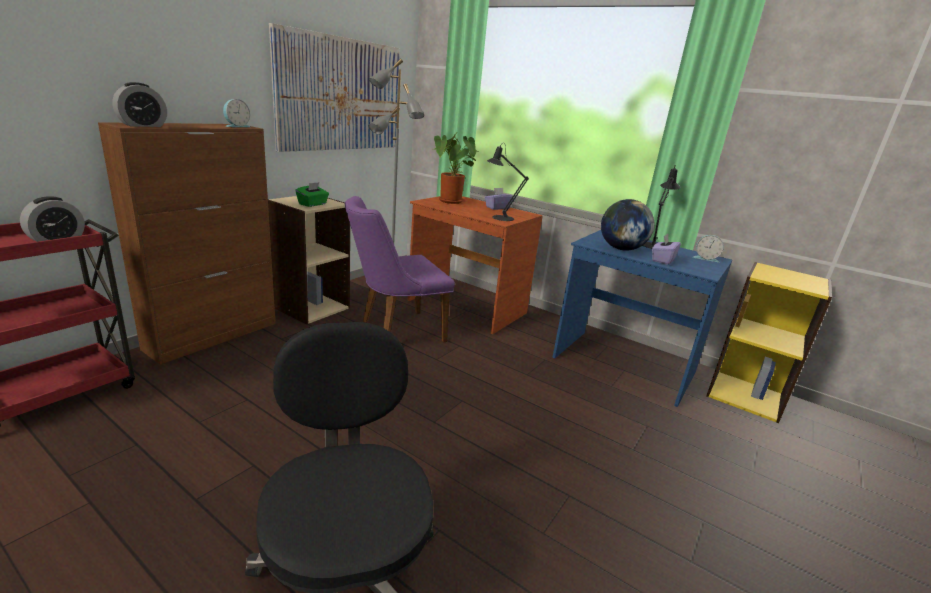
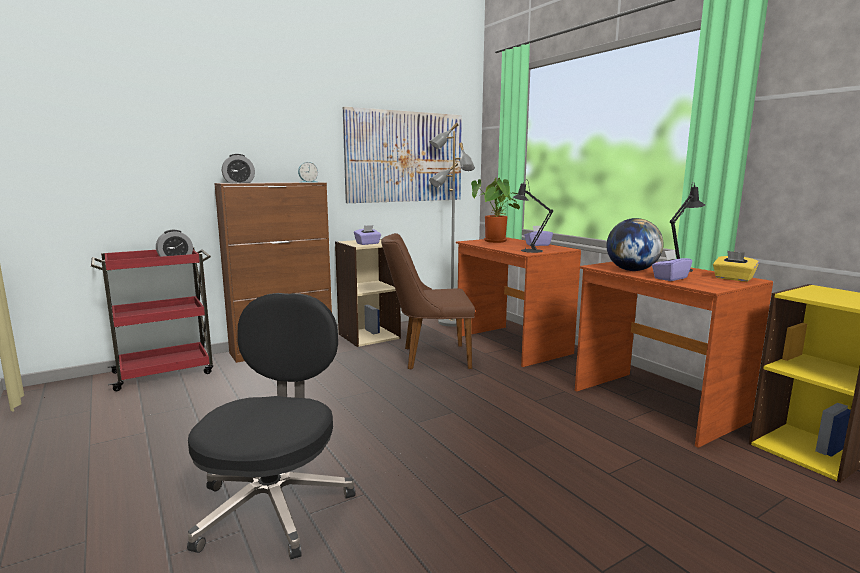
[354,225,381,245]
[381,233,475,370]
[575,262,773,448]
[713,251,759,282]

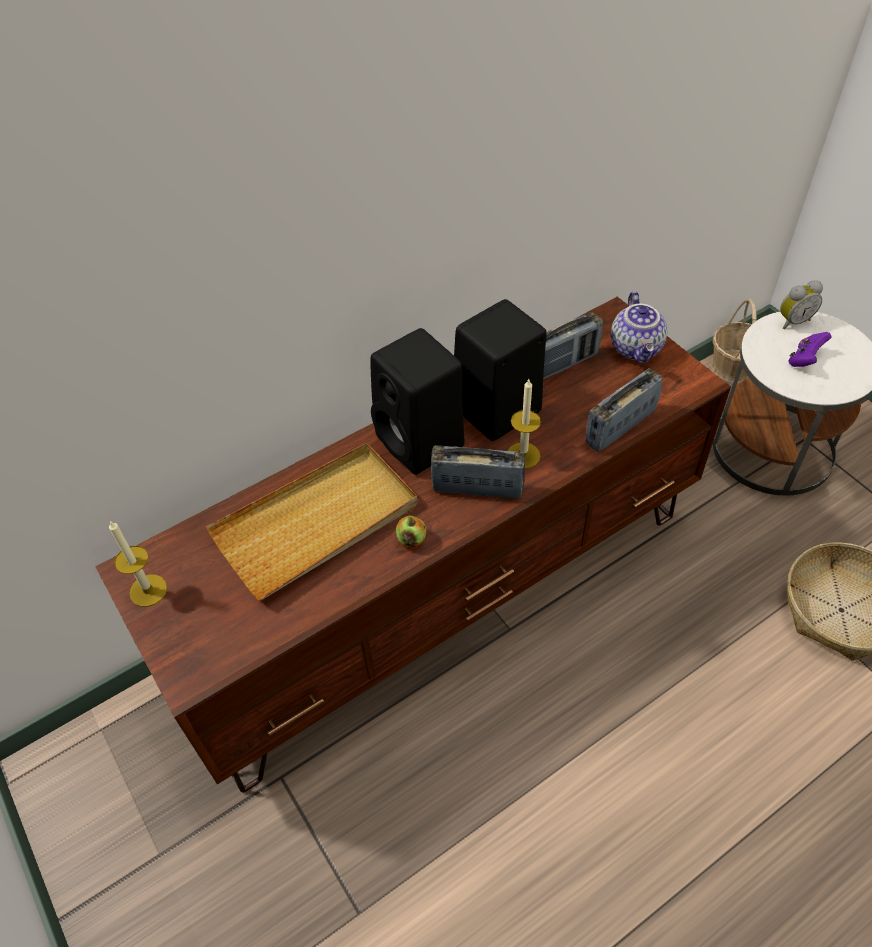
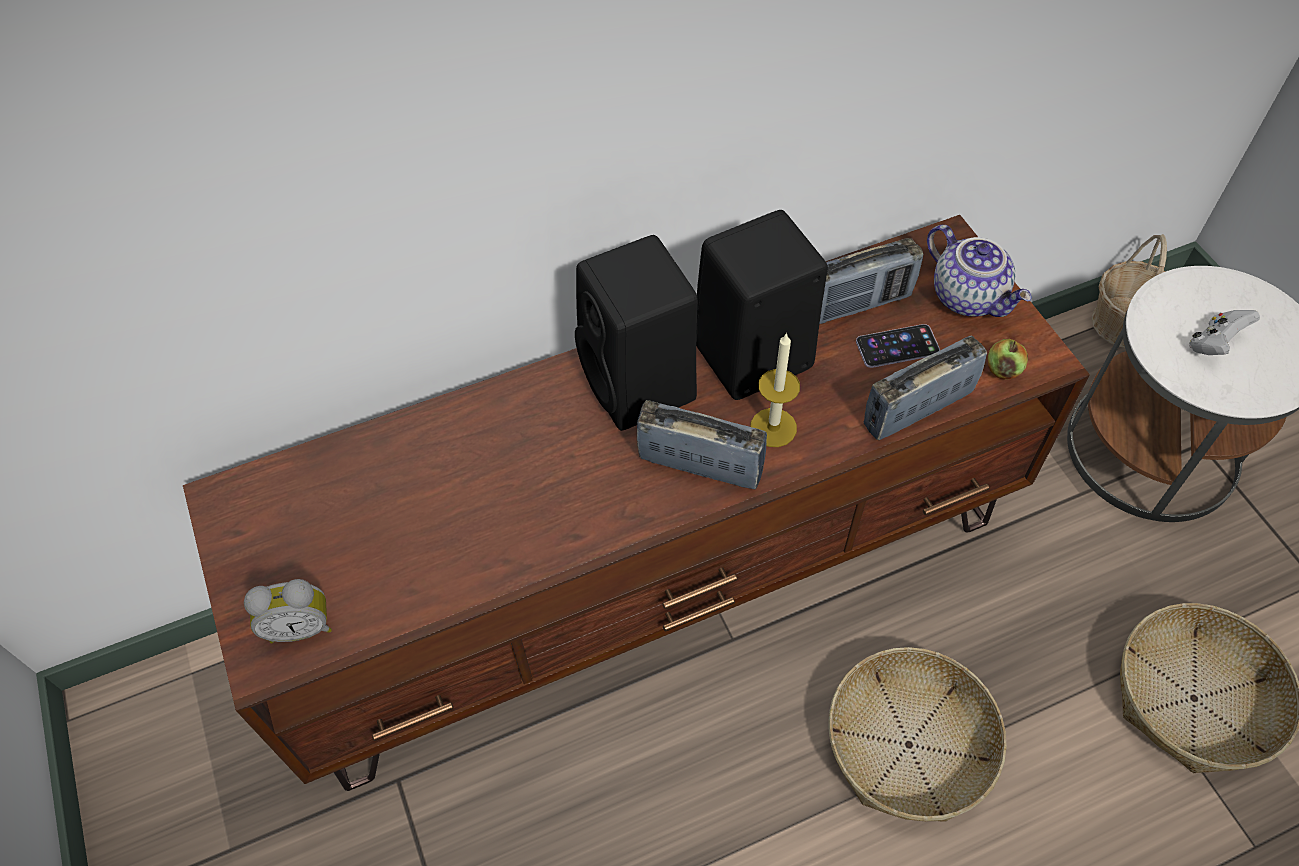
[244,579,332,644]
[927,225,1032,317]
[1189,310,1260,355]
[206,443,418,601] (first image)
[987,339,1028,380]
[109,521,167,607] (first image)
[856,324,940,368]
[828,647,1007,822]

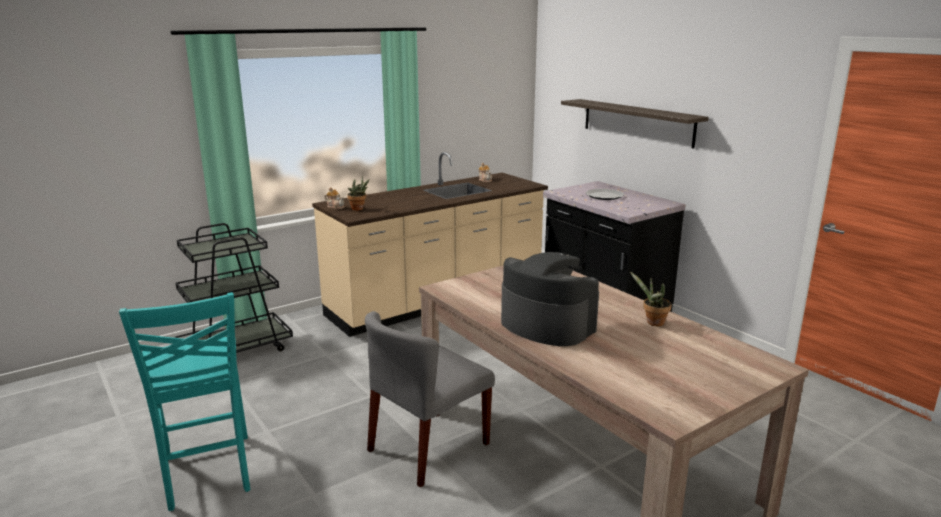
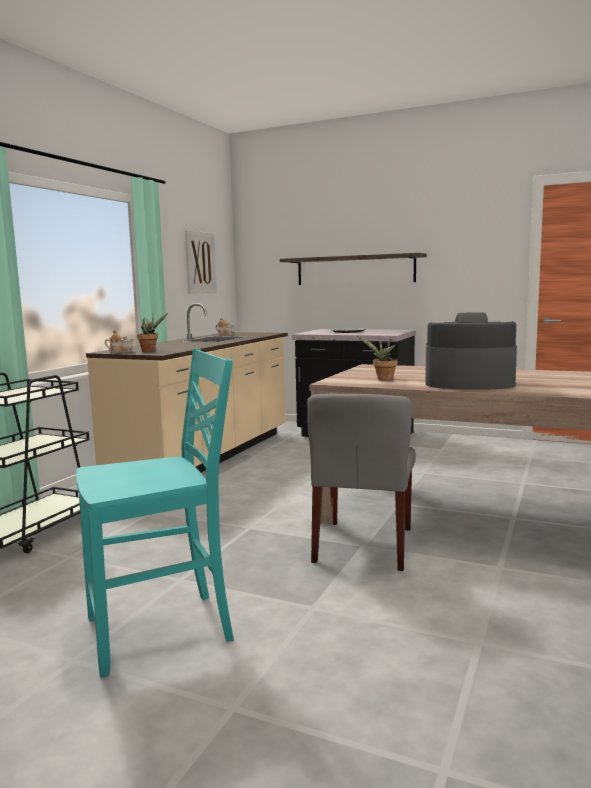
[358,336,397,381]
[76,348,233,678]
[185,230,217,294]

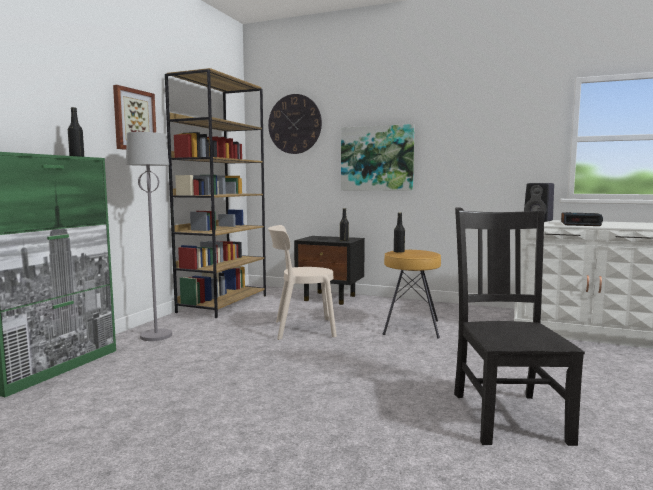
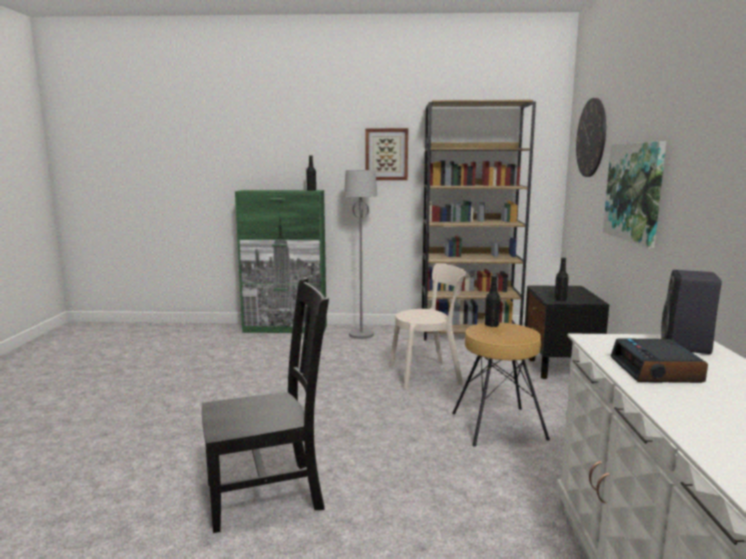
[389,263,467,390]

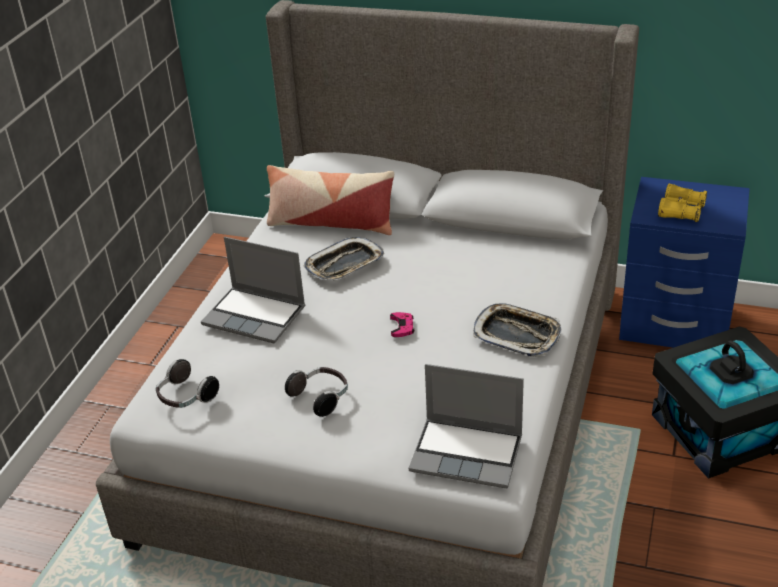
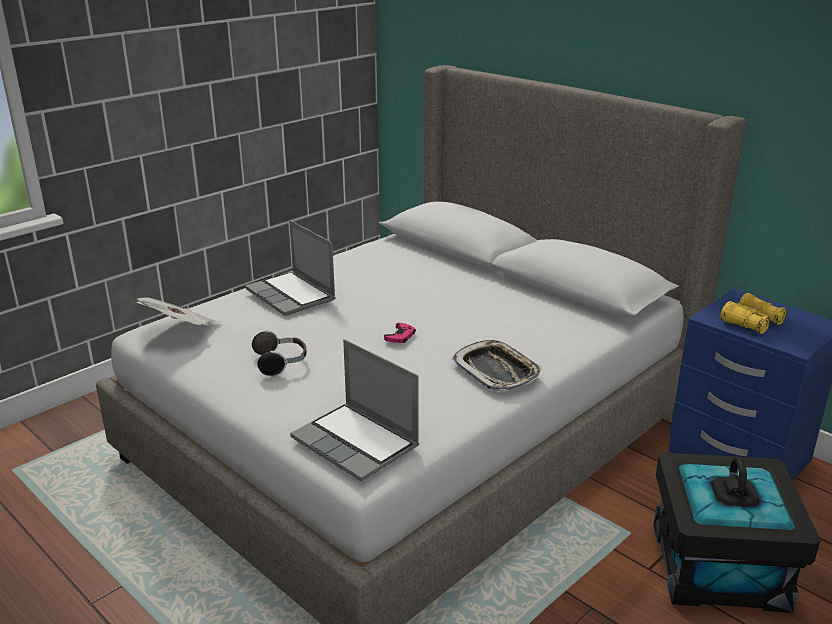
[267,165,394,235] (first image)
[304,237,384,280] (first image)
[136,297,221,326]

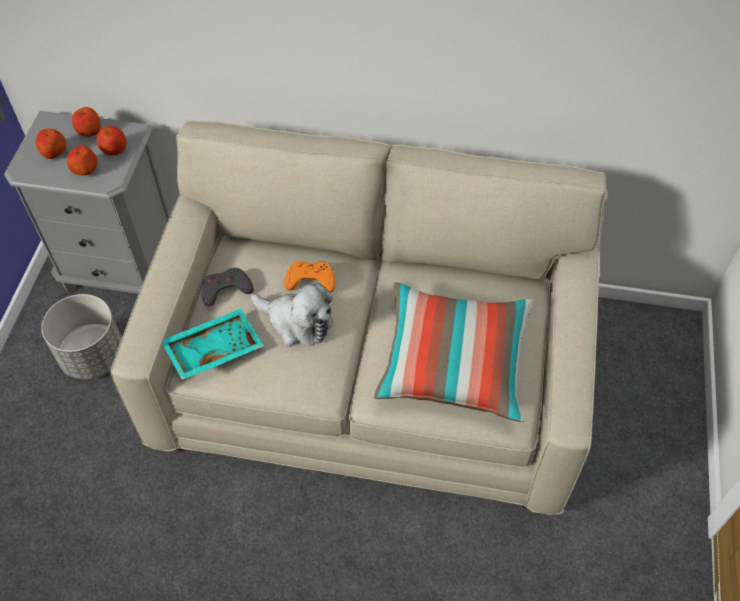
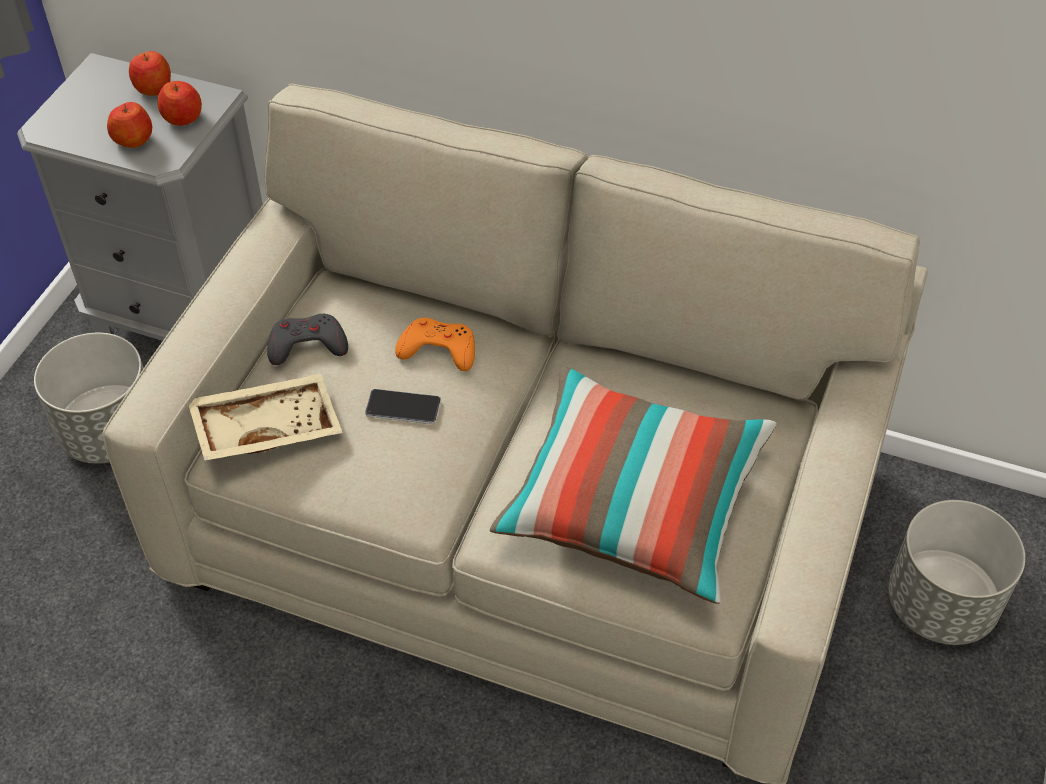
[36,129,67,159] (first image)
[365,389,441,424]
[189,374,343,461]
[888,500,1025,645]

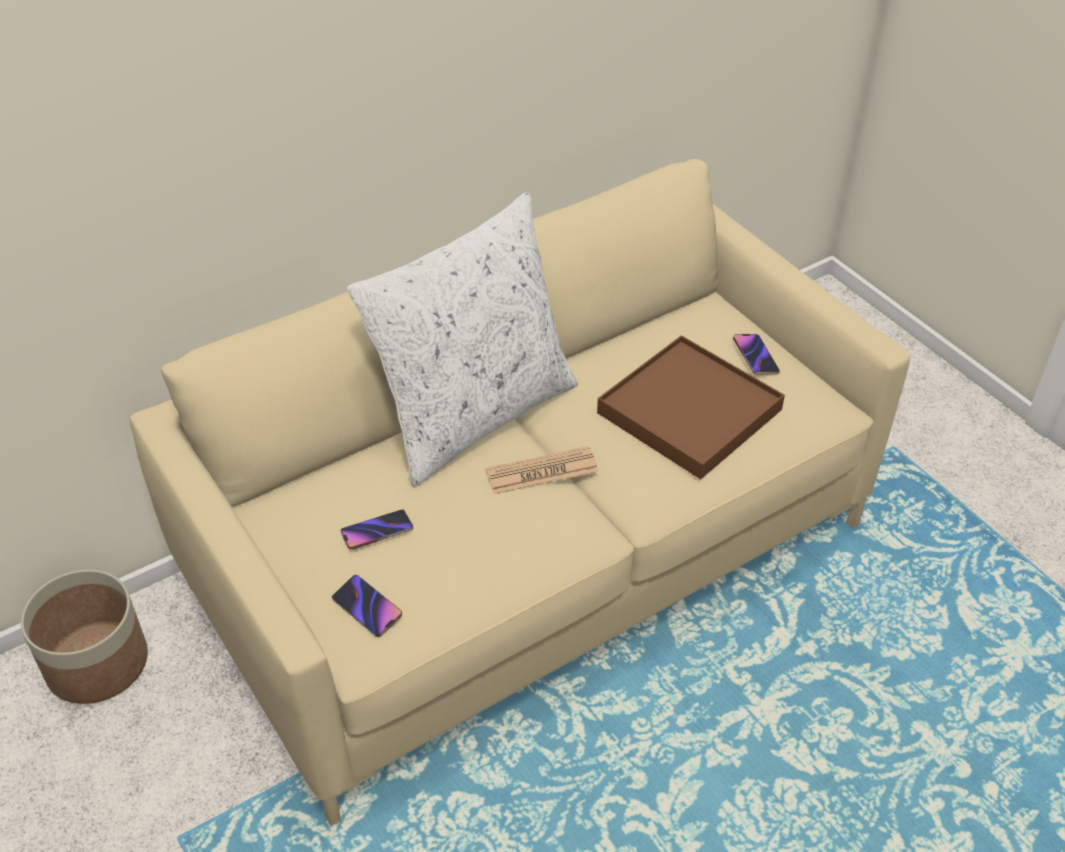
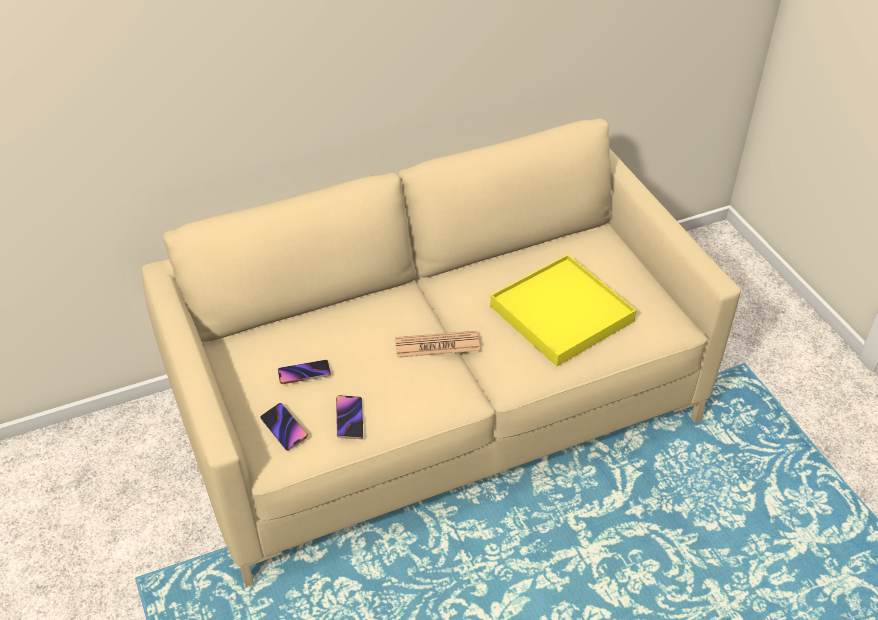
[347,192,578,487] (first image)
[336,395,363,439]
[490,254,637,366]
[21,570,148,704] (first image)

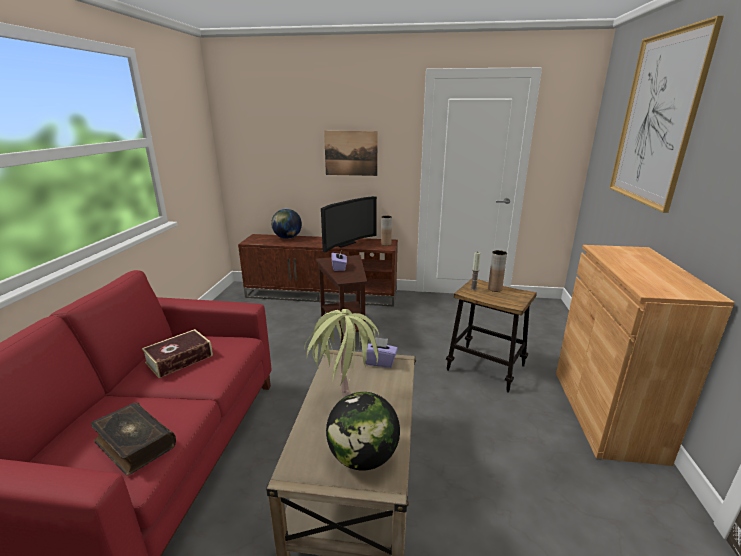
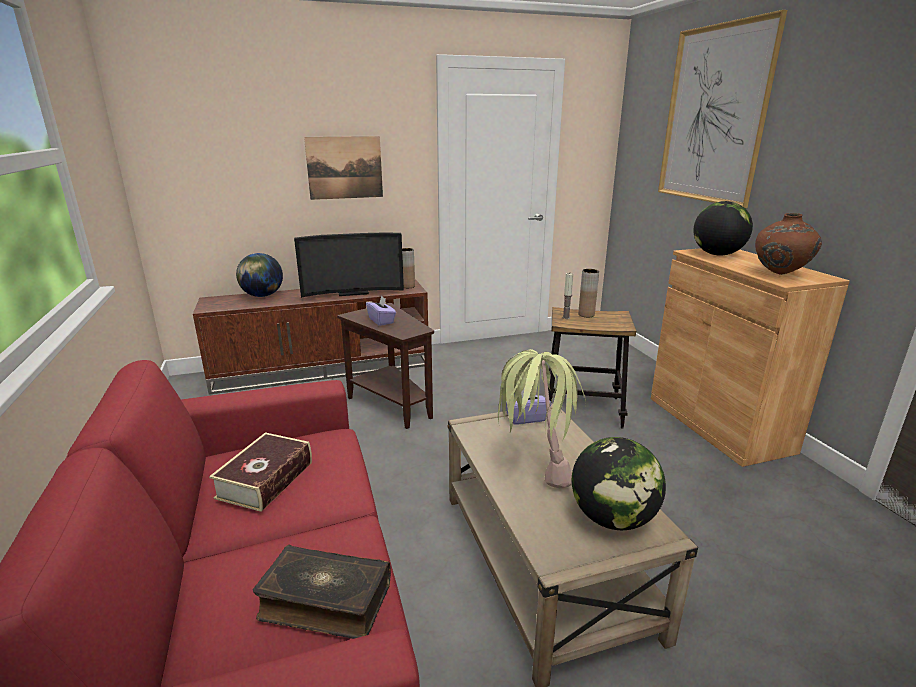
[294,232,404,298]
[693,201,753,255]
[755,213,822,275]

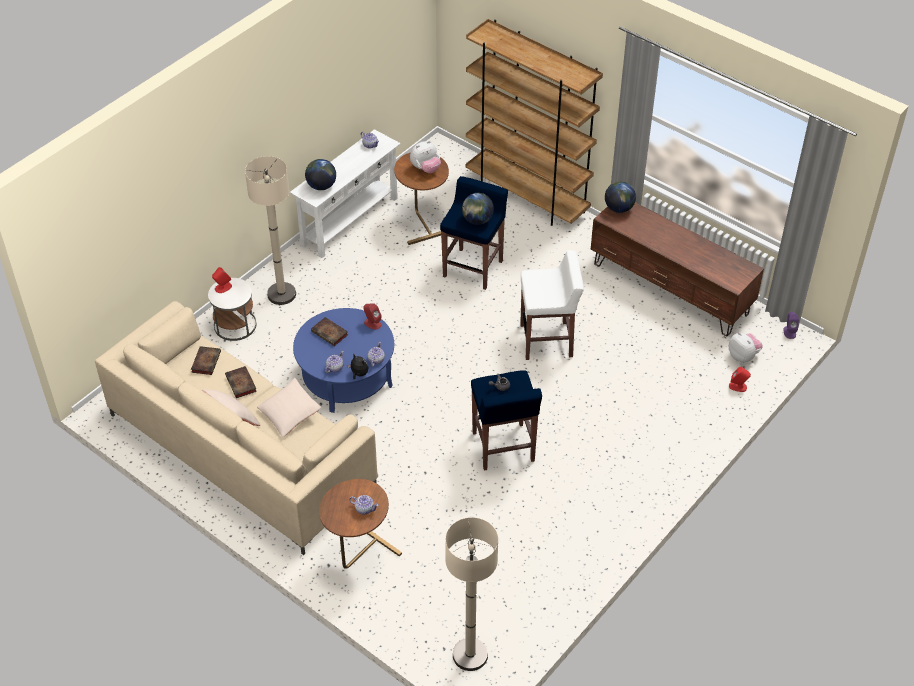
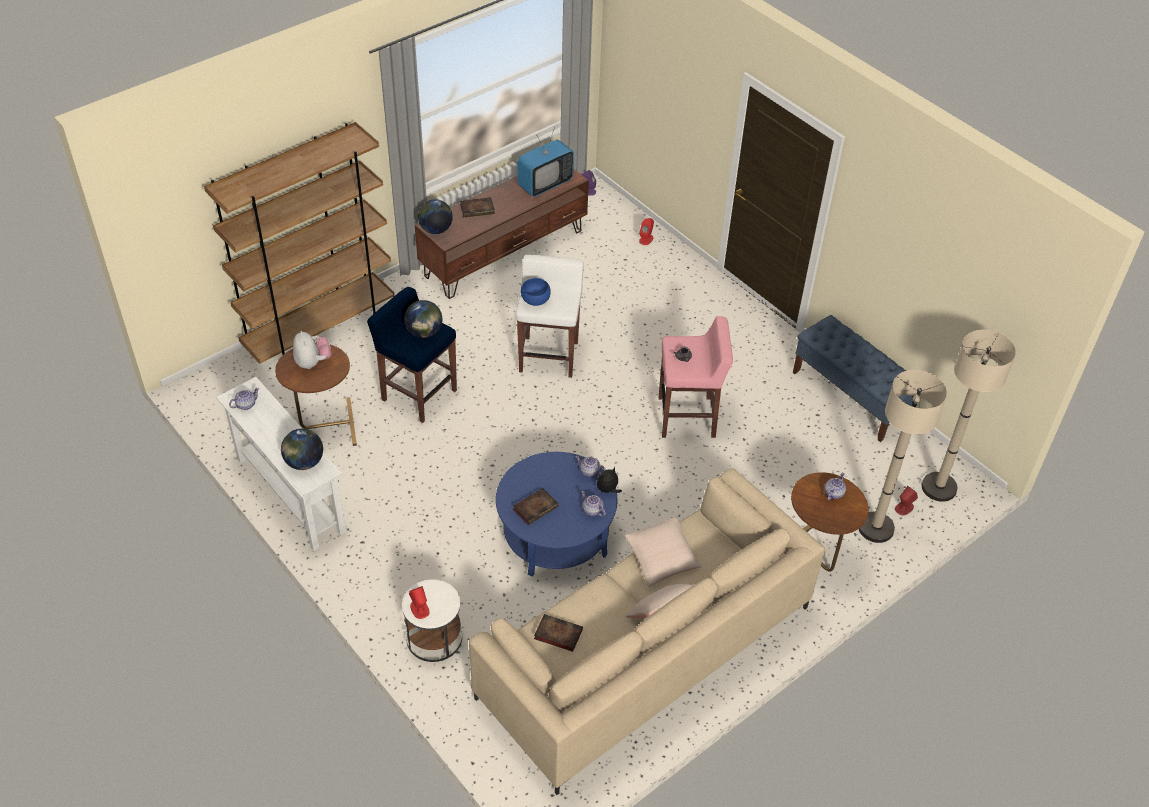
[859,370,947,543]
[895,486,918,516]
[729,332,763,363] (first image)
[460,197,495,217]
[659,316,733,438]
[518,127,574,197]
[521,278,551,306]
[793,315,914,442]

